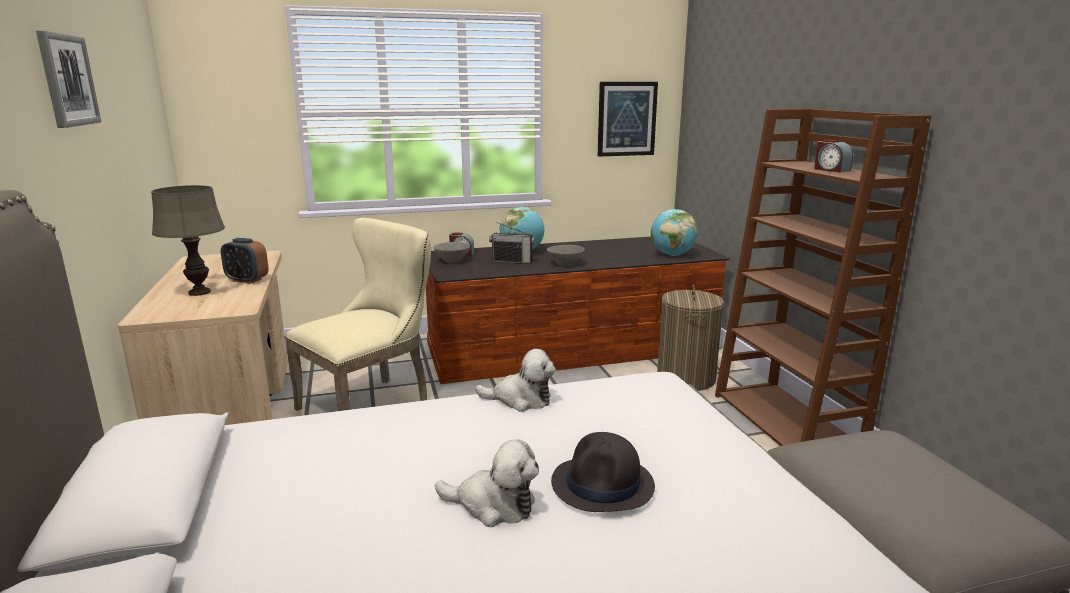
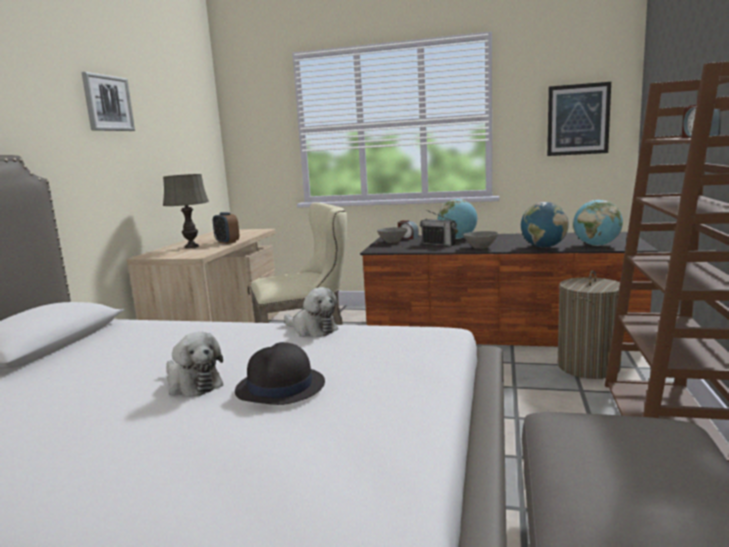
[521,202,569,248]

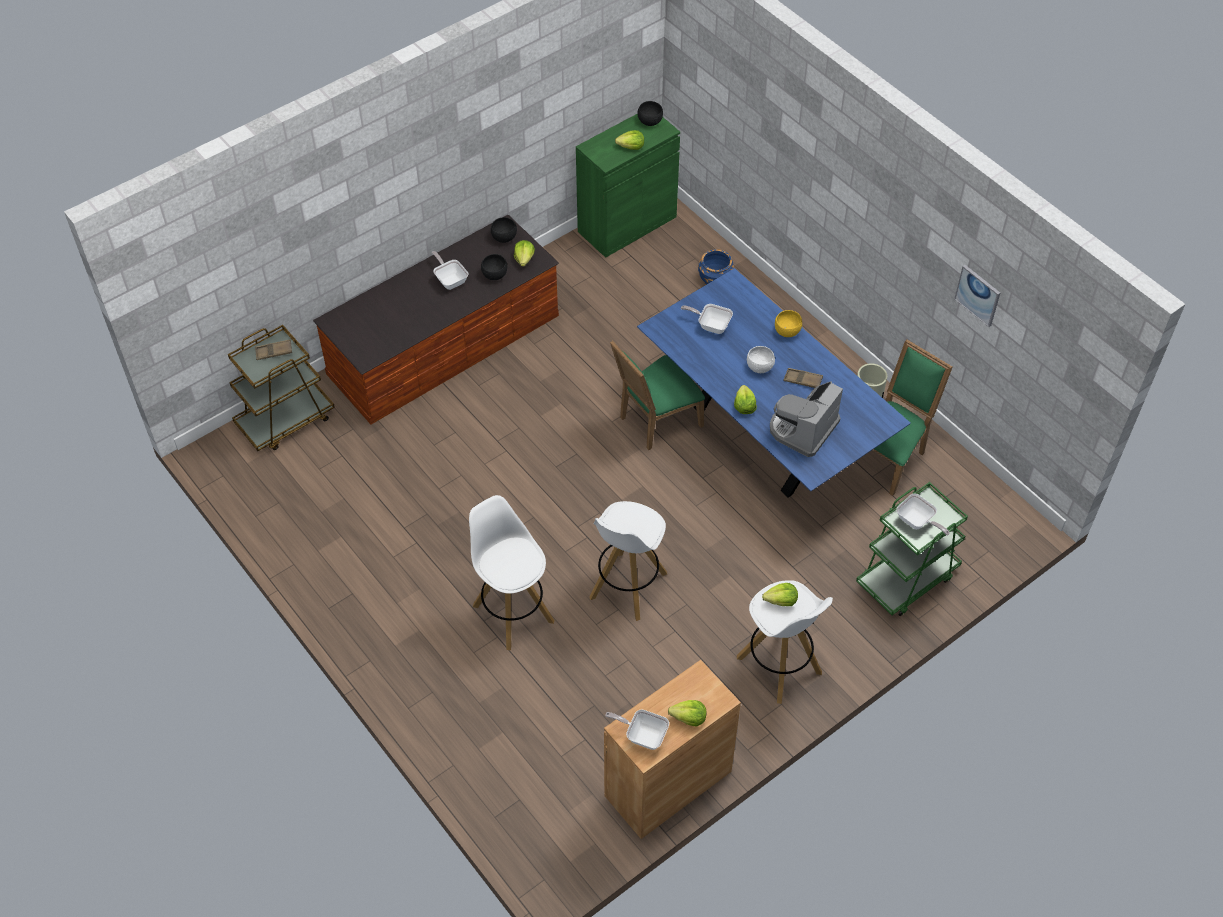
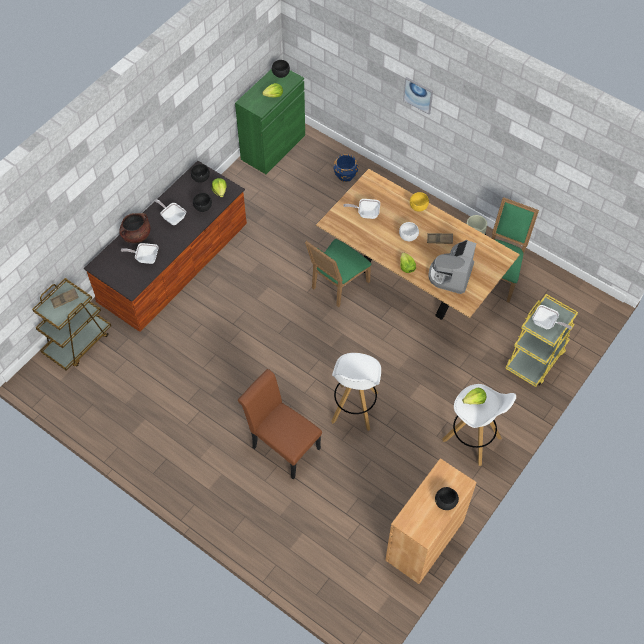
[403,77,433,115]
[316,169,520,320]
[505,294,578,387]
[238,369,322,480]
[435,487,459,510]
[121,243,158,264]
[119,213,150,243]

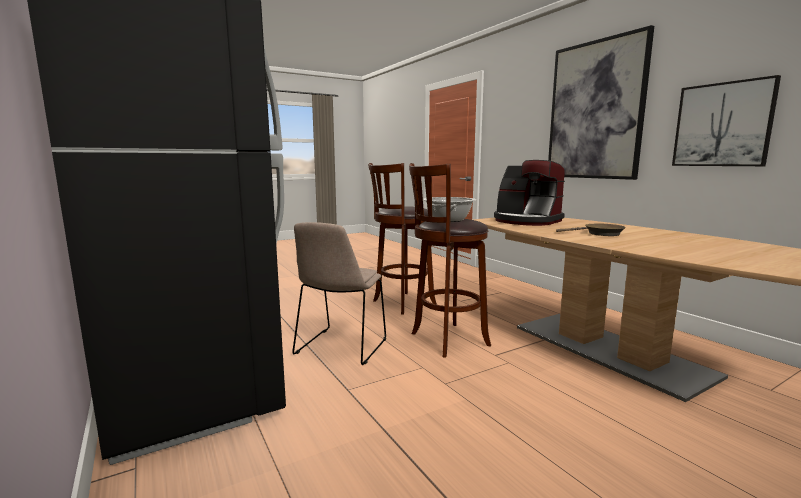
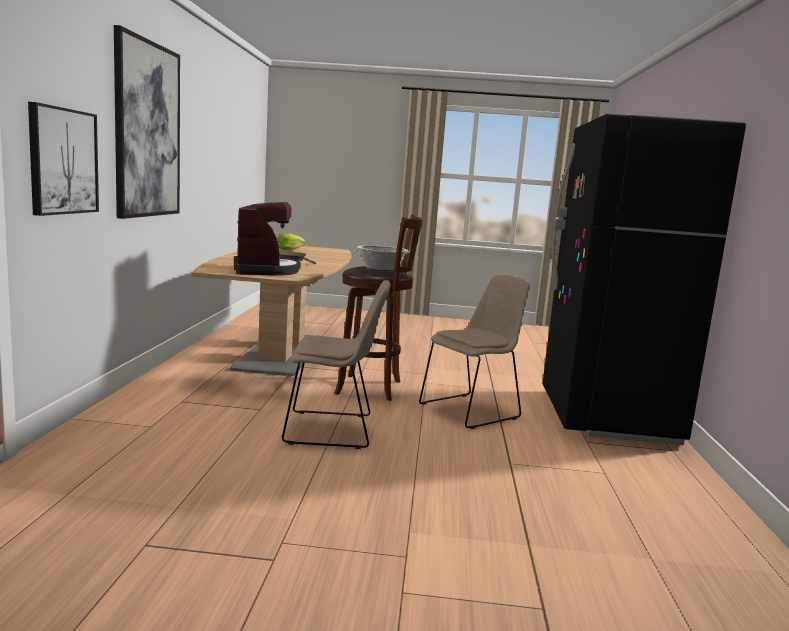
[28,102,99,216]
[282,280,391,449]
[277,233,306,250]

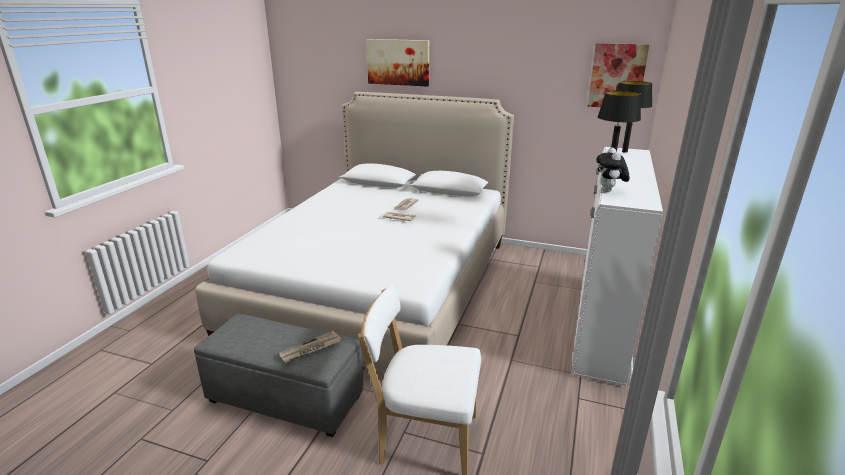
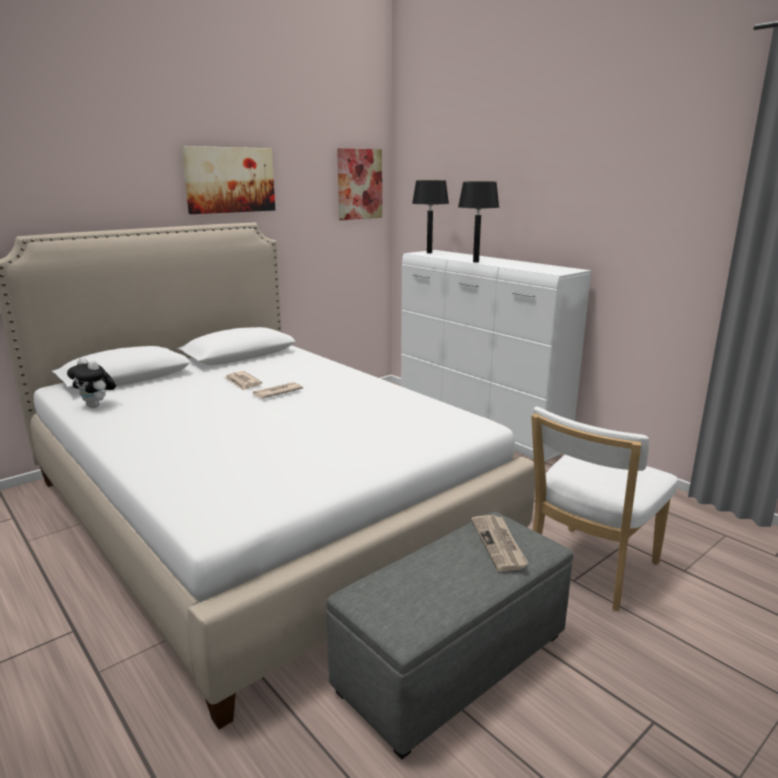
[182,146,275,214]
[67,357,116,408]

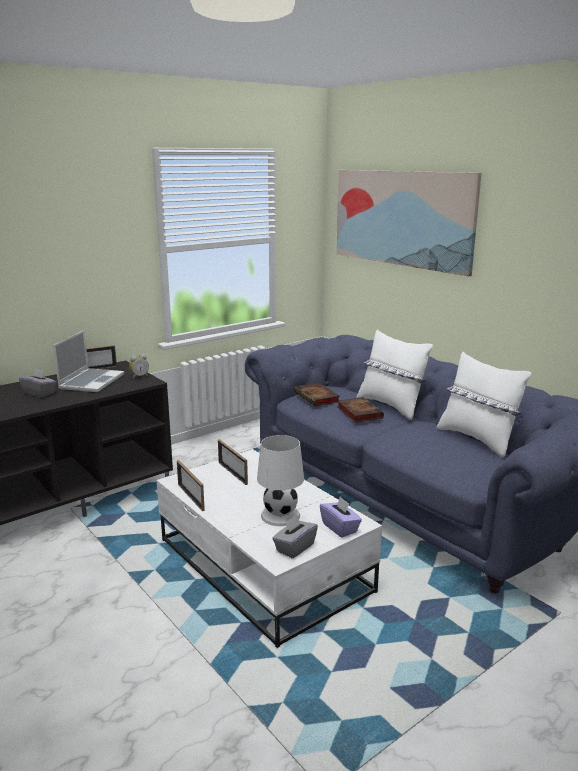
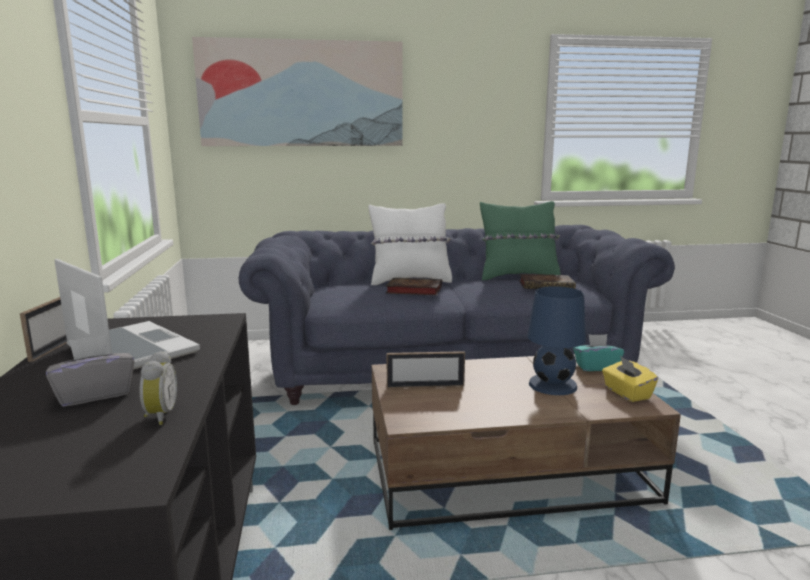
[480,201,561,280]
[140,351,177,425]
[519,274,576,289]
[527,286,586,395]
[371,354,681,530]
[177,460,205,511] (first image)
[573,334,624,371]
[602,356,658,402]

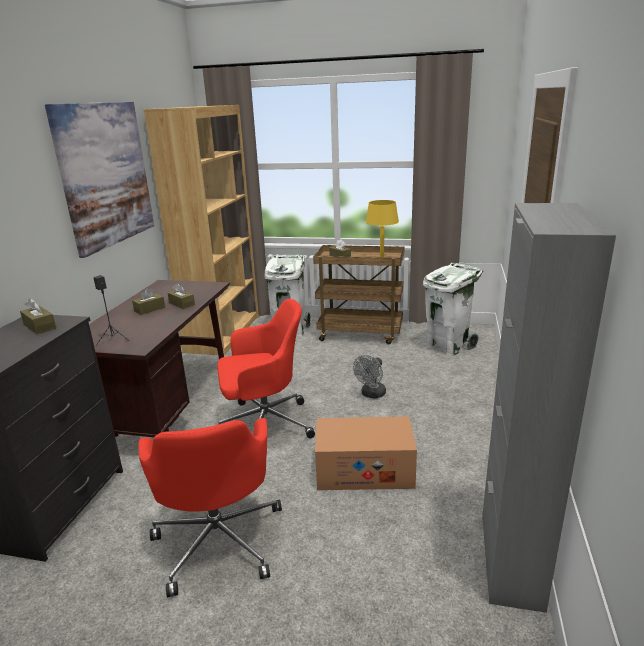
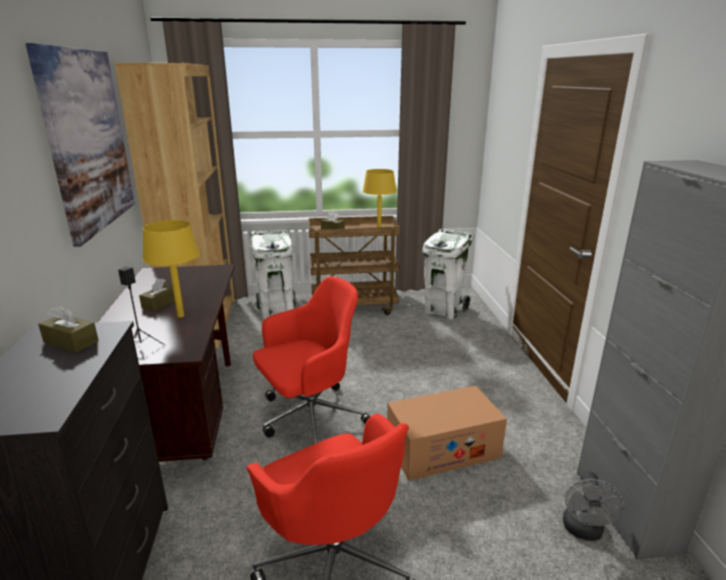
[168,283,195,309] (first image)
[563,472,624,541]
[143,220,200,318]

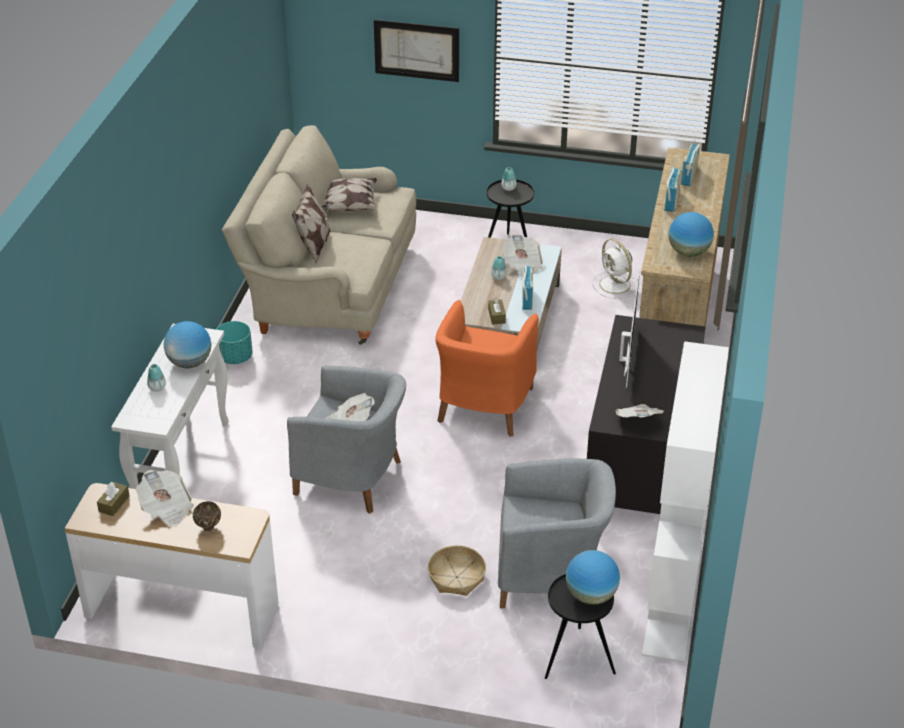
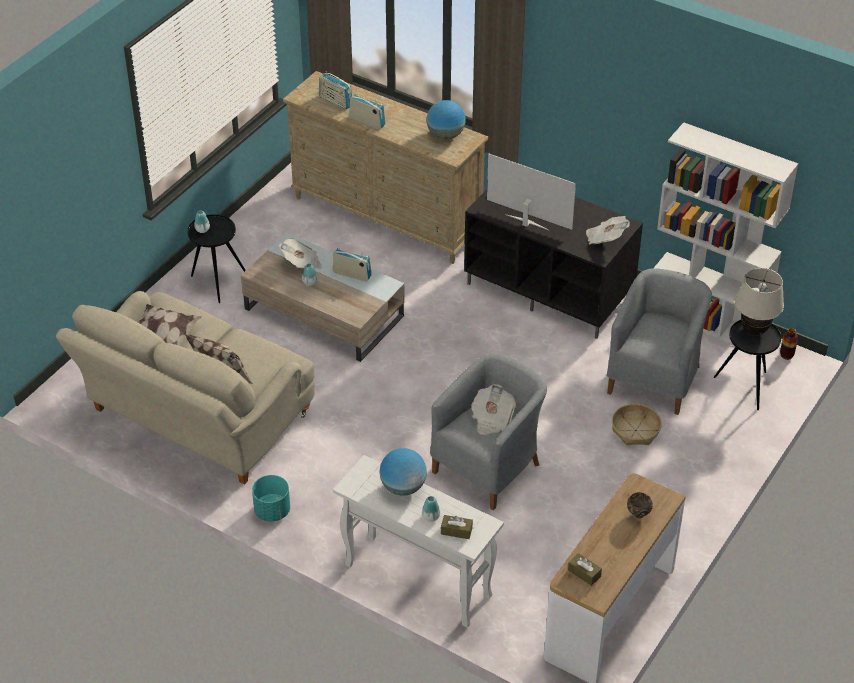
[374,20,459,82] (first image)
[592,239,639,299] (first image)
[441,515,473,539]
[435,300,539,437] (first image)
[136,470,194,527] (first image)
[735,268,784,335]
[780,328,798,360]

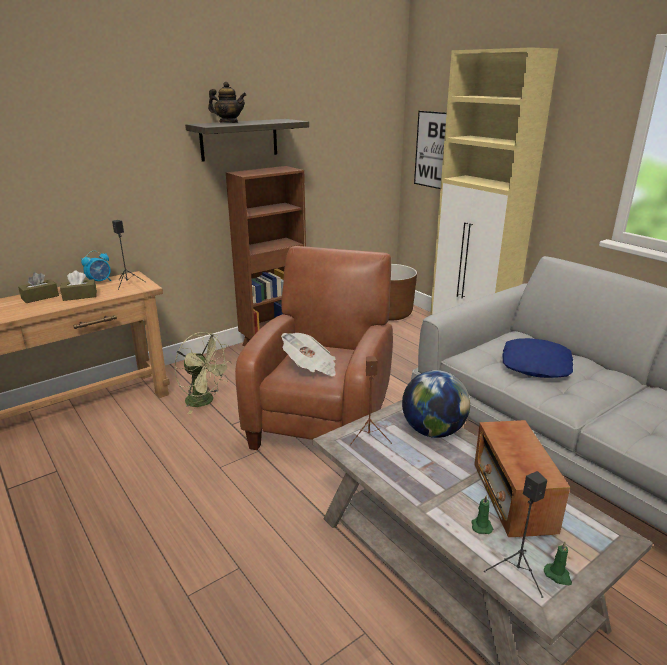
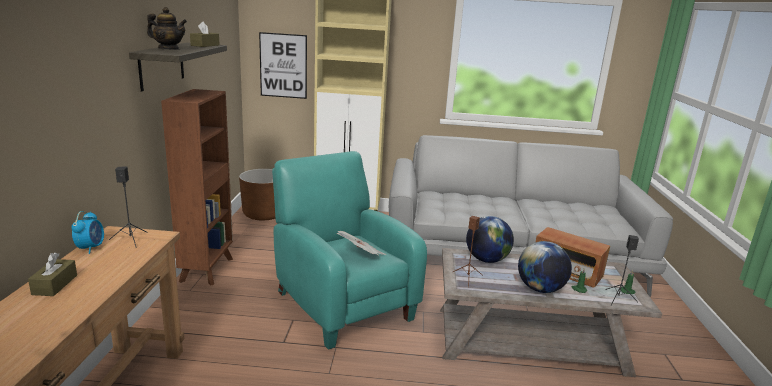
[147,7,187,50]
[272,151,427,350]
[190,22,220,47]
[174,332,232,414] (first image)
[502,338,573,378] (first image)
[518,241,572,293]

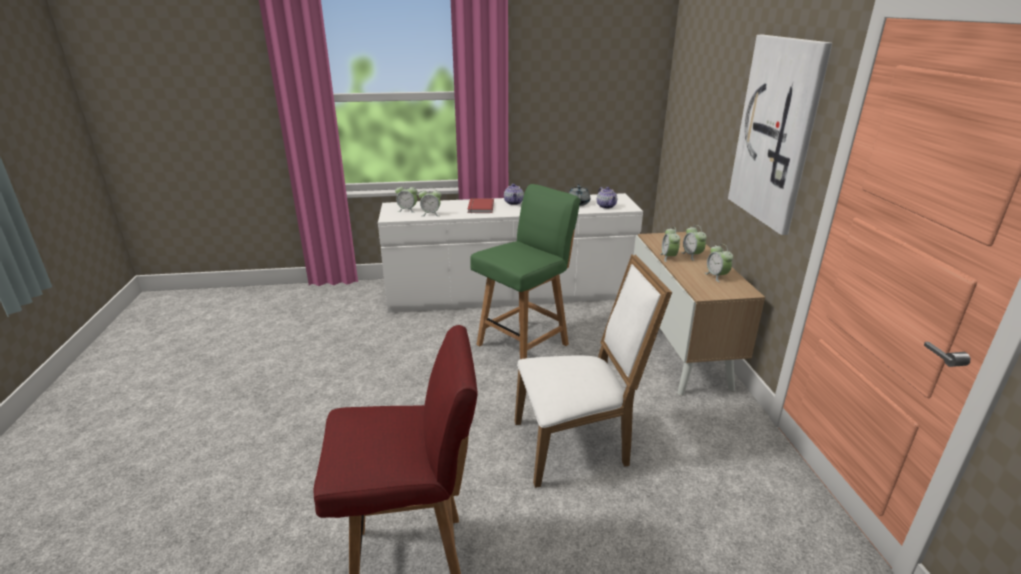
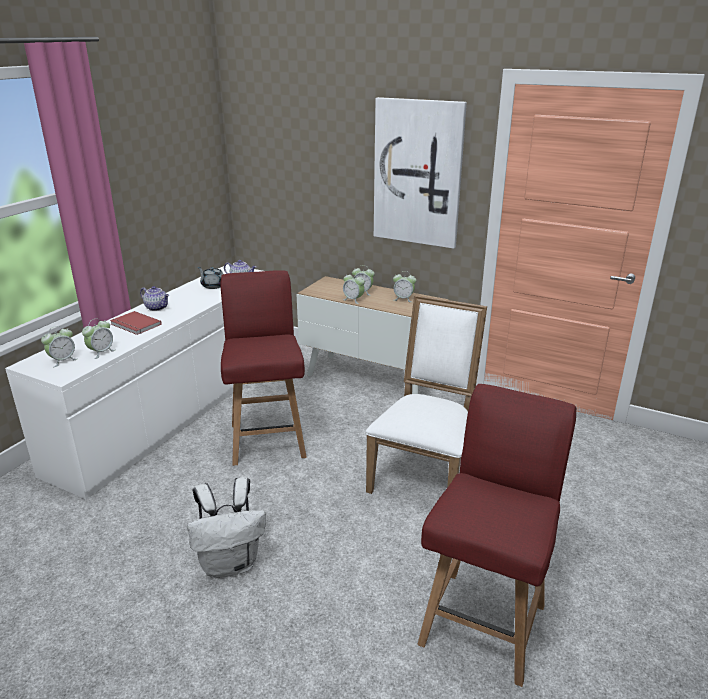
[220,270,307,466]
[187,477,266,578]

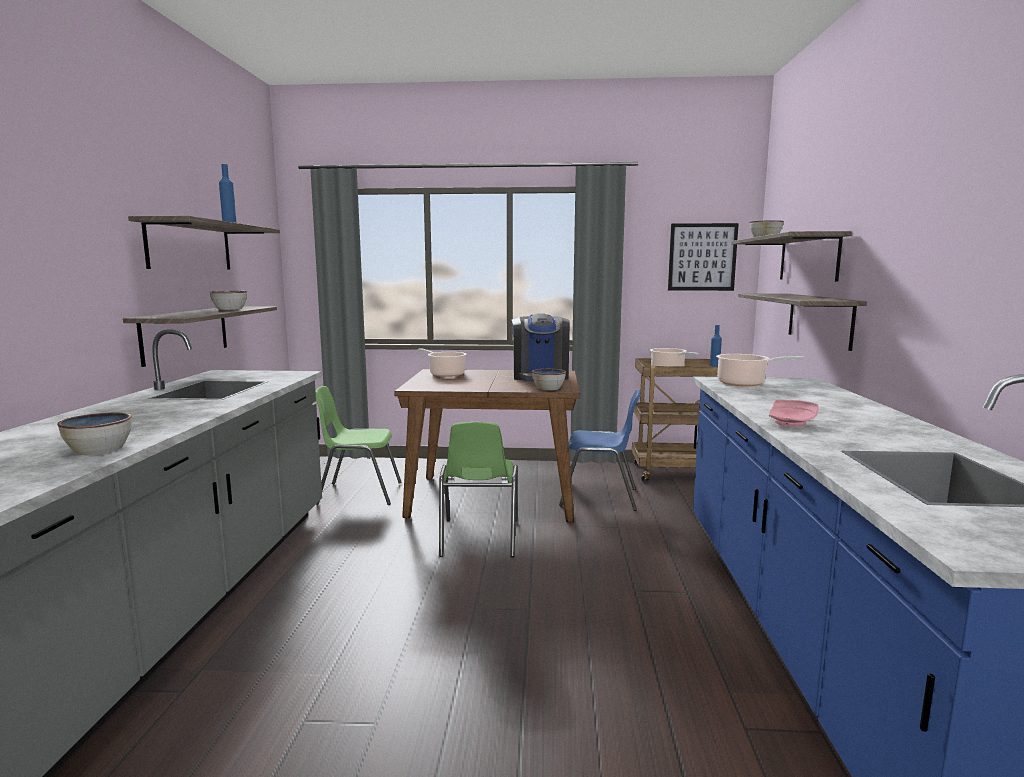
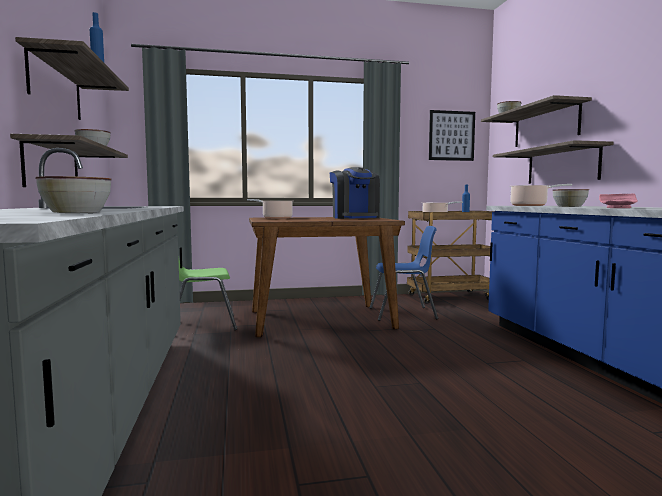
[553,189,589,207]
[439,422,518,557] (first image)

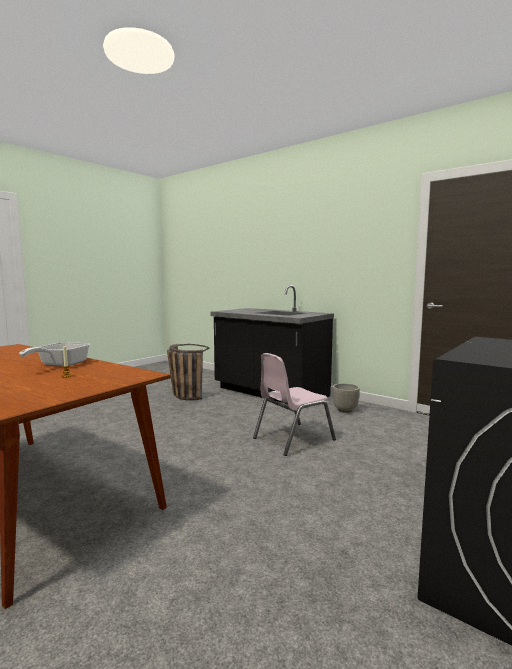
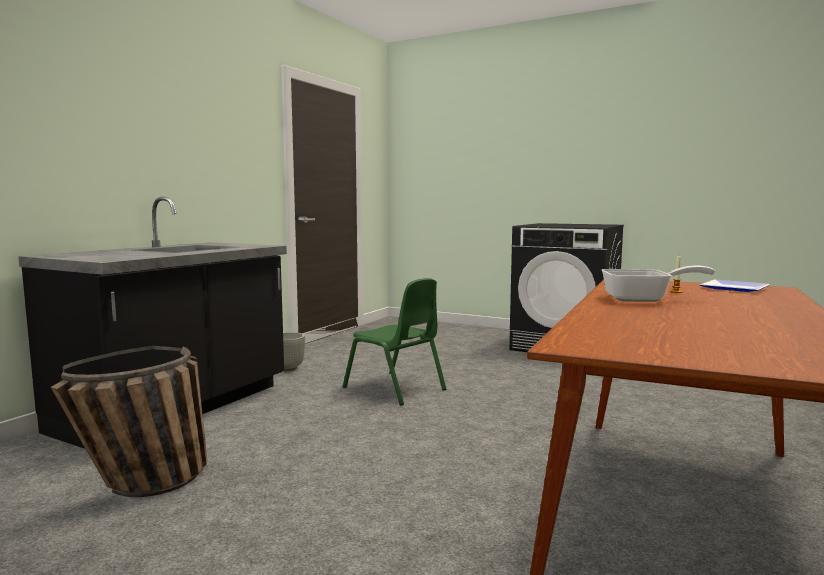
[343,278,446,406]
[700,280,770,292]

